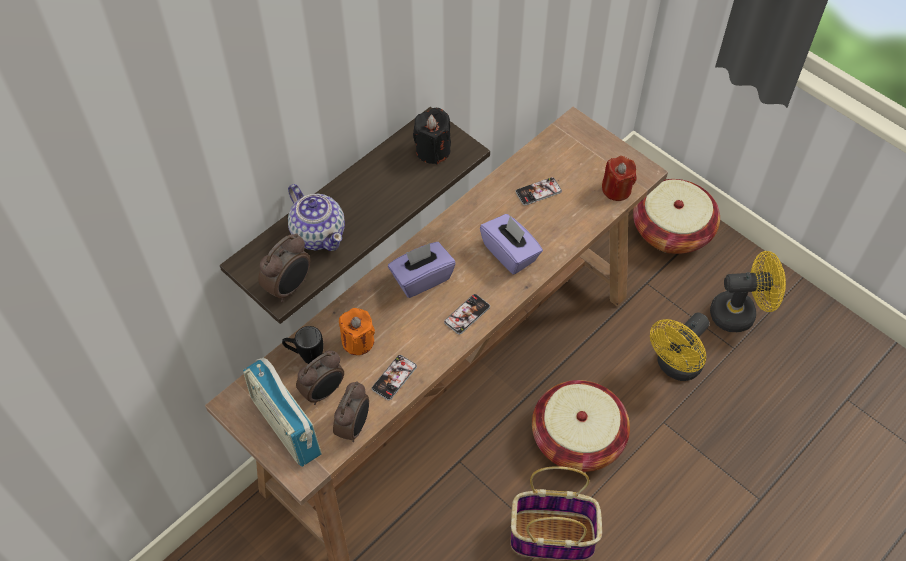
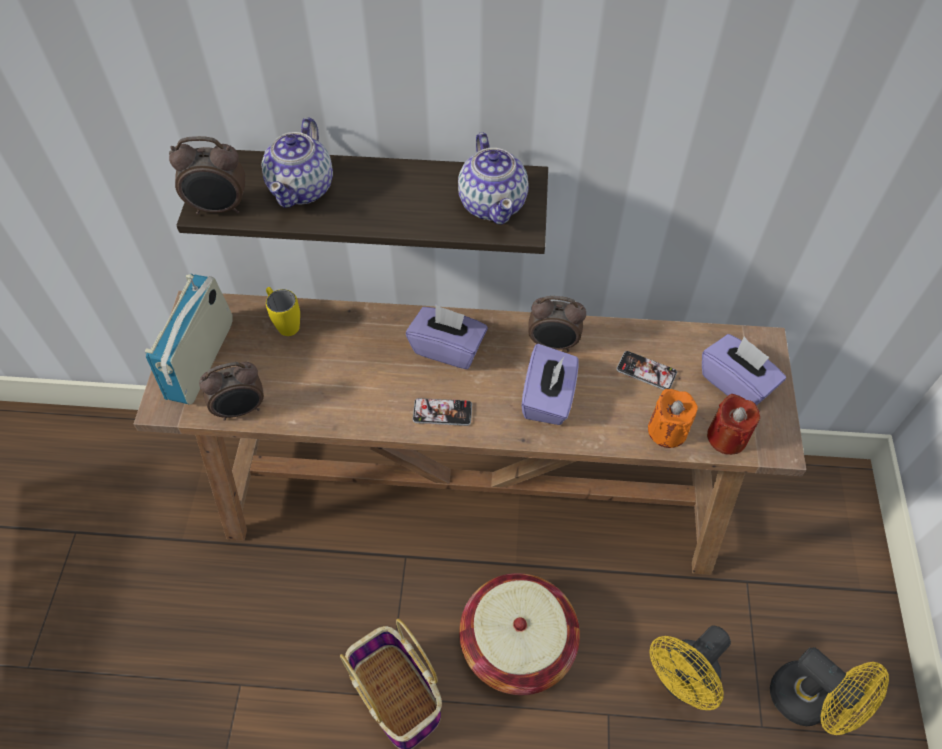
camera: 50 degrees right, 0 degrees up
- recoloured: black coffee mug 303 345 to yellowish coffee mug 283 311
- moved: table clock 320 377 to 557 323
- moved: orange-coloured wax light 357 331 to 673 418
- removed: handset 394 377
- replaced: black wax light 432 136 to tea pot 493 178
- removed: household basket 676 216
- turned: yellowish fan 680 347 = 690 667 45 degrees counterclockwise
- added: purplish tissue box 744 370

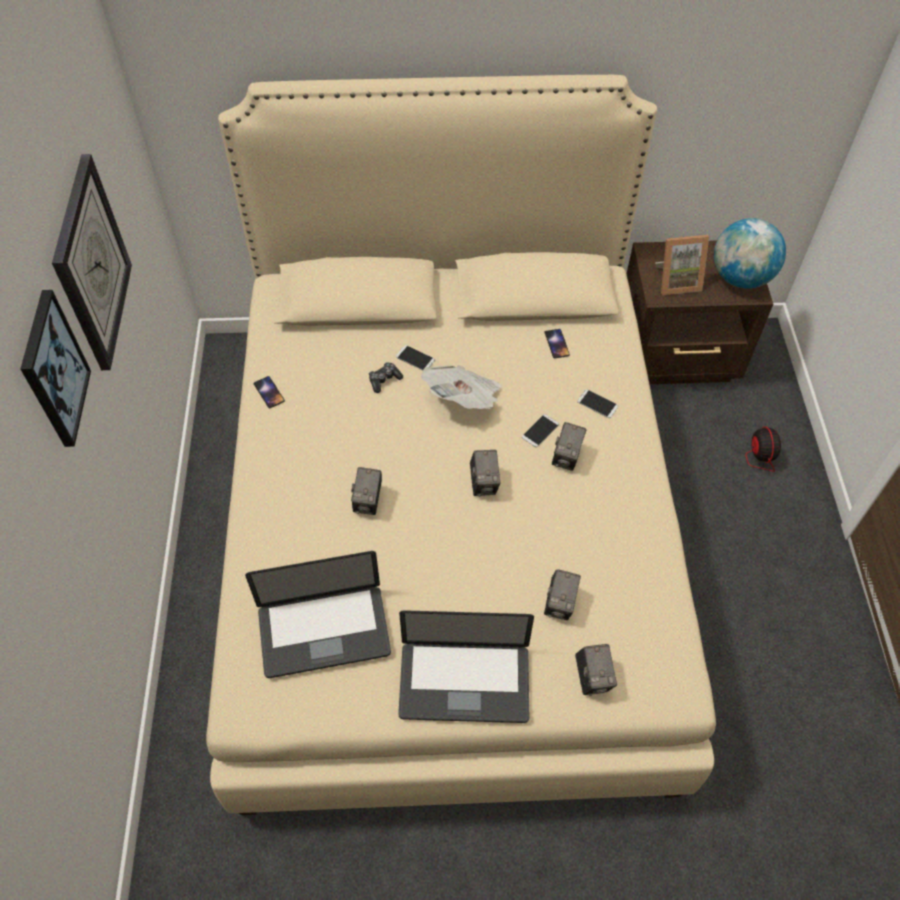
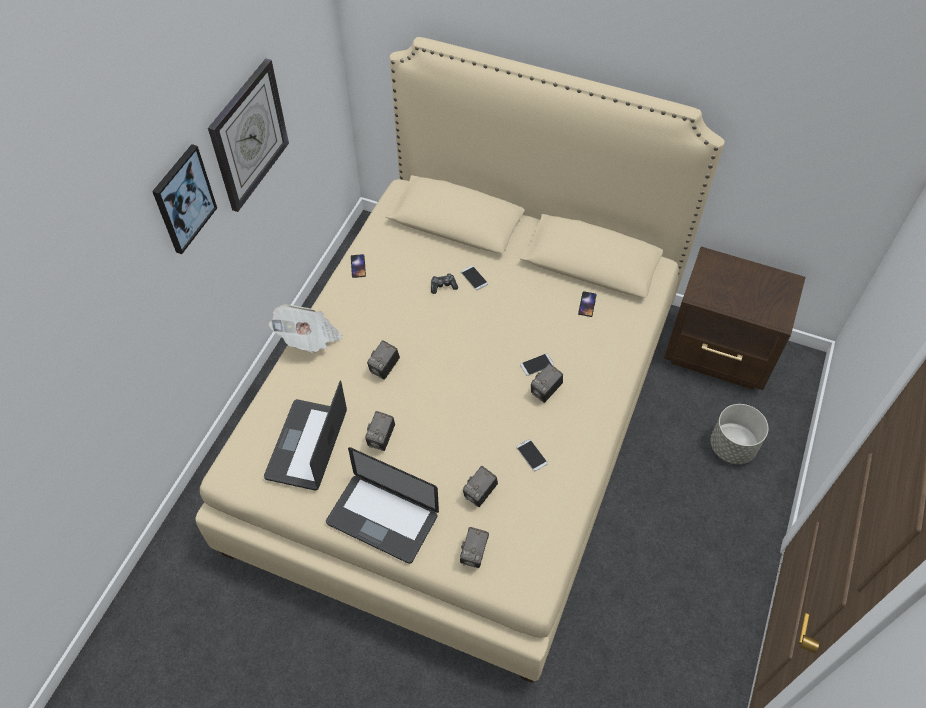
camera: 25 degrees right, 0 degrees up
- turned: laptop 318 614 = 305 435 90 degrees clockwise
- moved: printed paper 461 387 to 305 328
- moved: photo camera 485 473 to 380 431
- moved: handset 597 404 to 532 455
- removed: standing frame 682 265
- replaced: fan 727 446 to grey plant pot 739 434
- removed: world globe 750 253

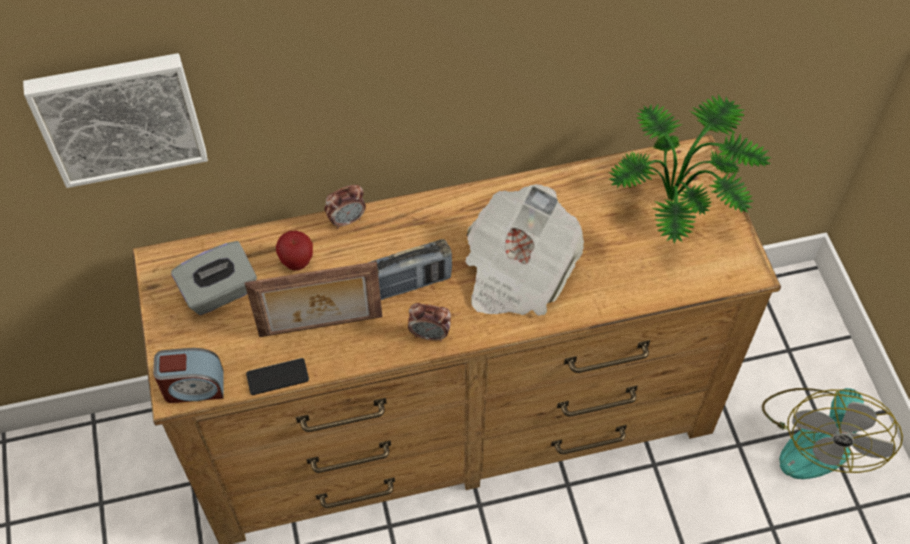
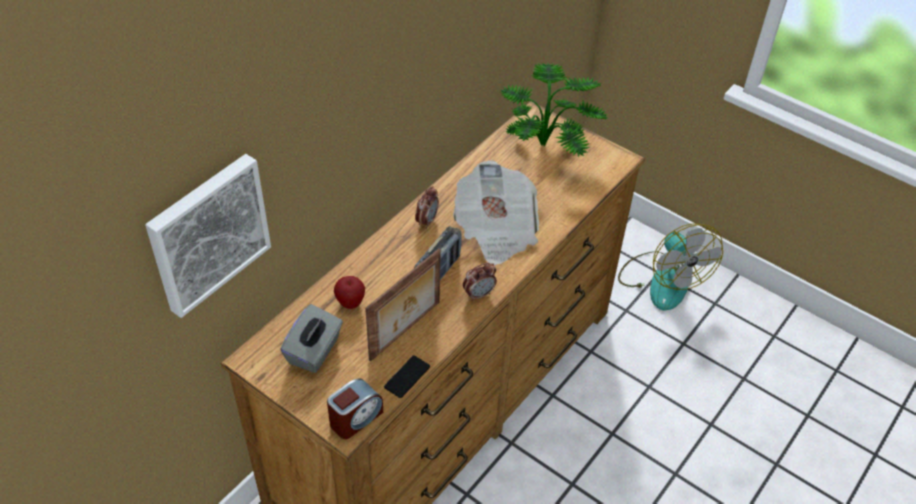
camera: 40 degrees left, 10 degrees down
- moved: table clock 345 207 to 427 207

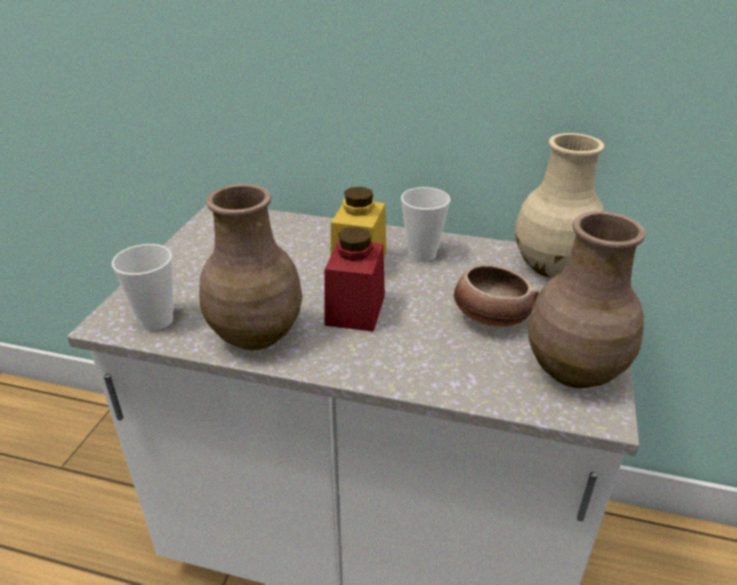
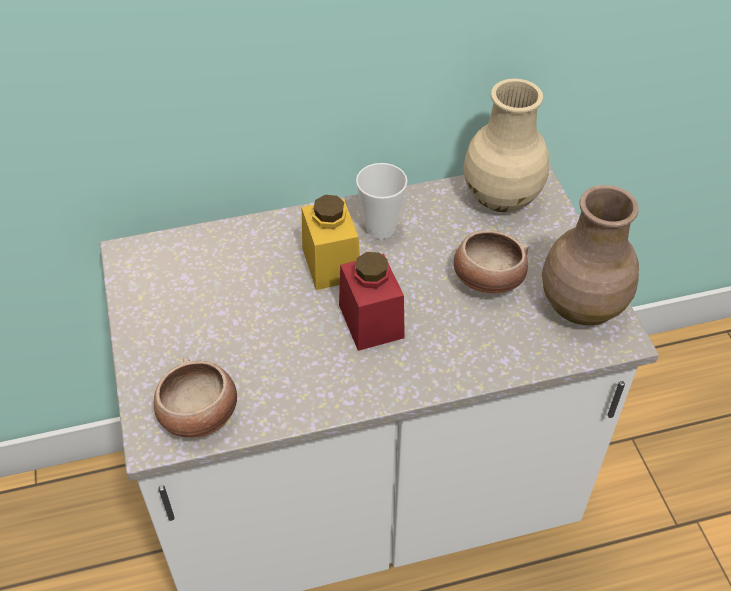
camera: 30 degrees left, 15 degrees up
- replaced: cup 143 287 to serving bowl 195 398
- removed: brown decorative vase 251 267

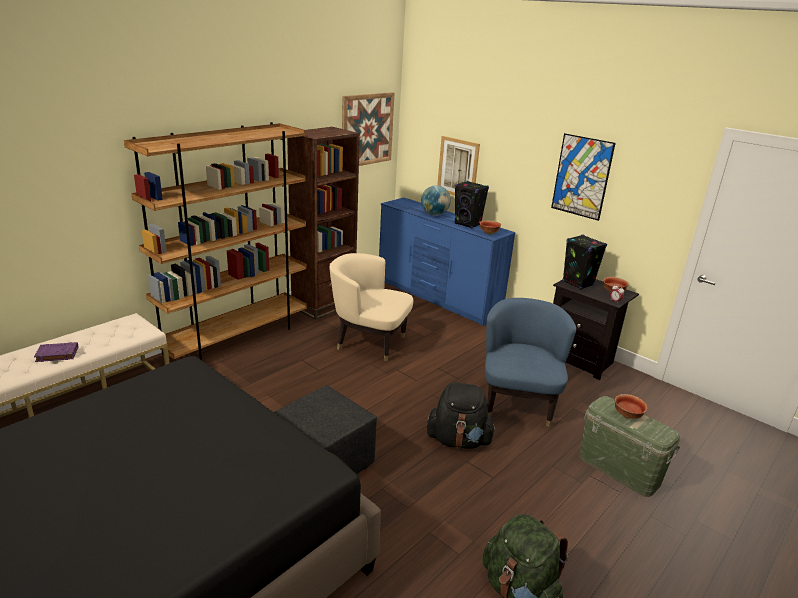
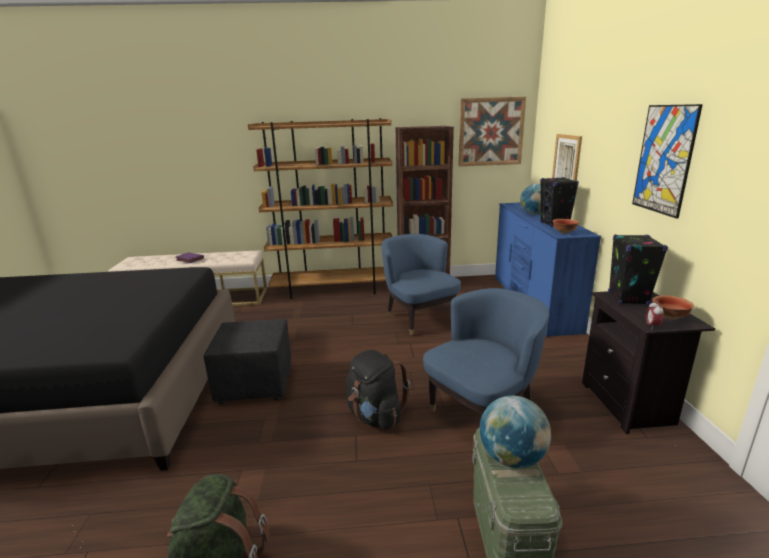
camera: 45 degrees right, 5 degrees down
- recoloured: beige-coloured easy chair 371 307 to bluish easy chair 421 284
- replaced: serving bowl 631 406 to world globe 515 432

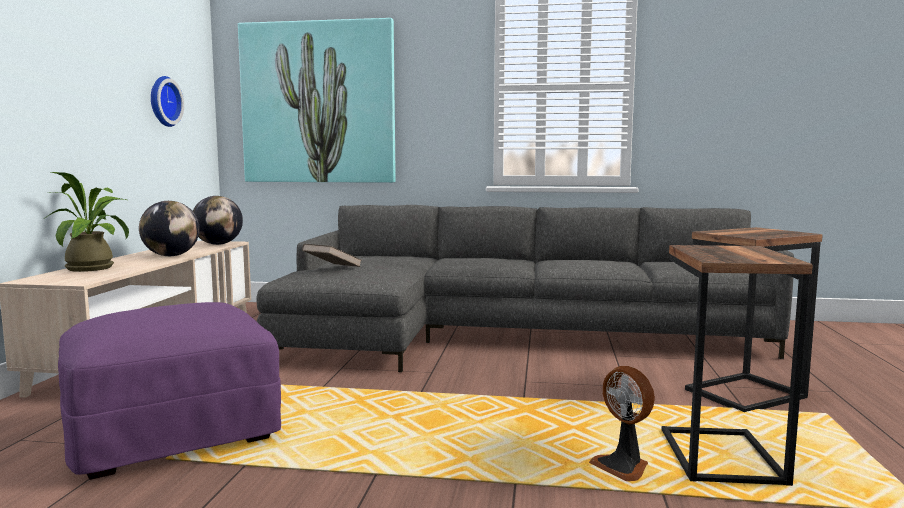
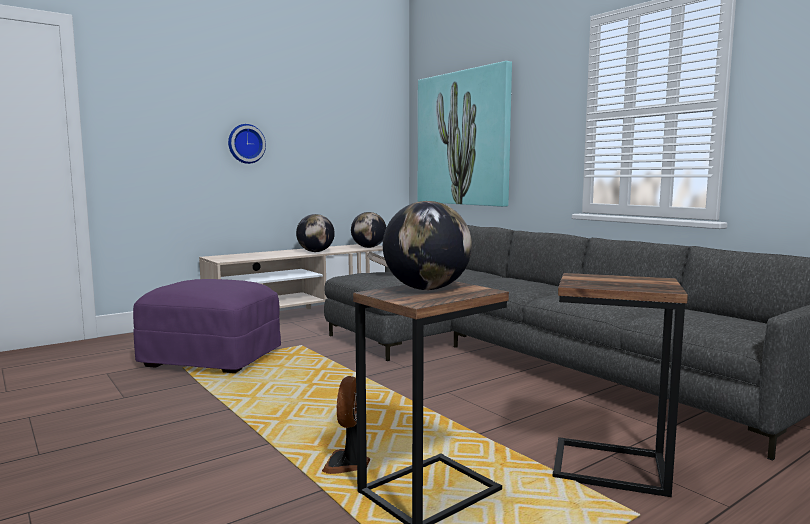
camera: 45 degrees right, 0 degrees up
- removed: plant in a pot 86 222
- moved: wall clock 167 101 to 247 144
- added: world globe 427 245

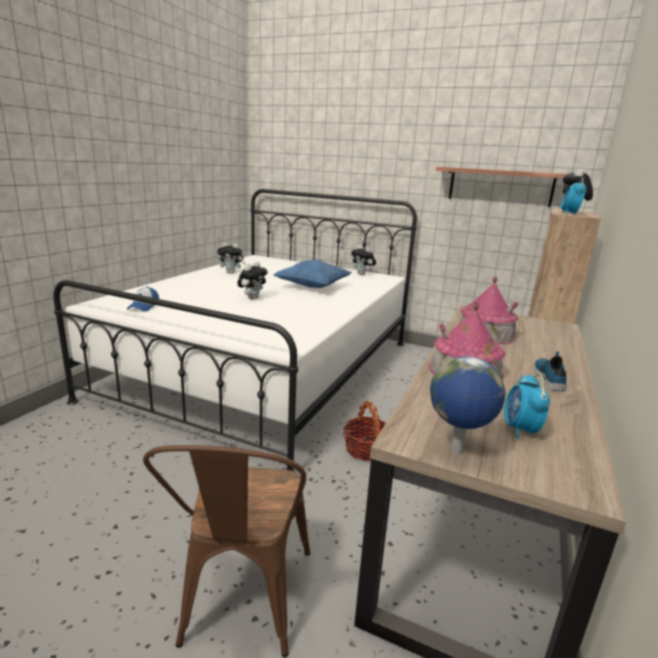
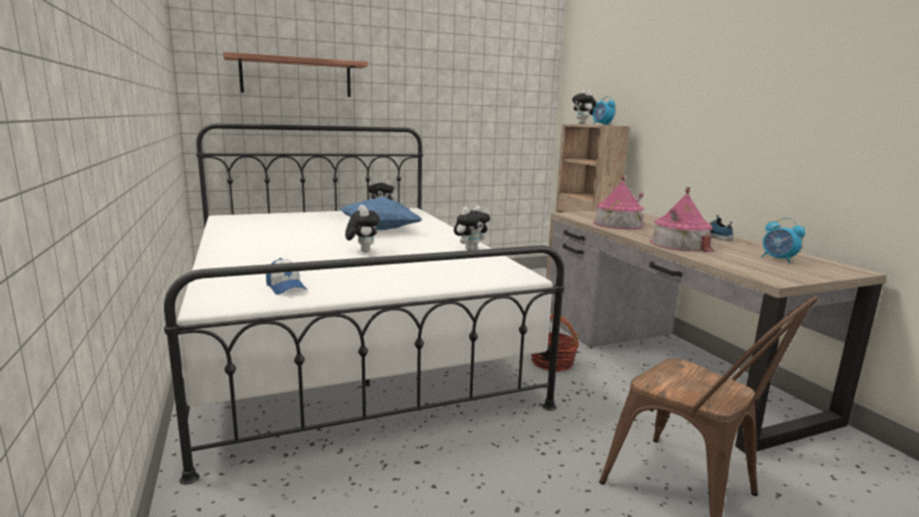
camera: 45 degrees left, 5 degrees down
- moved: soft toy 231 258 to 472 228
- removed: world globe 467 405
- moved: shelf 501 187 to 295 74

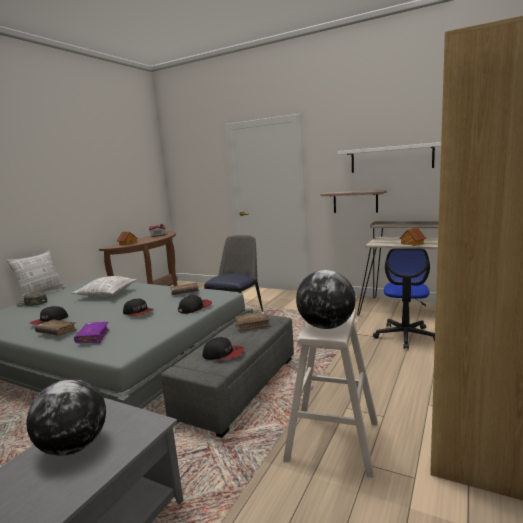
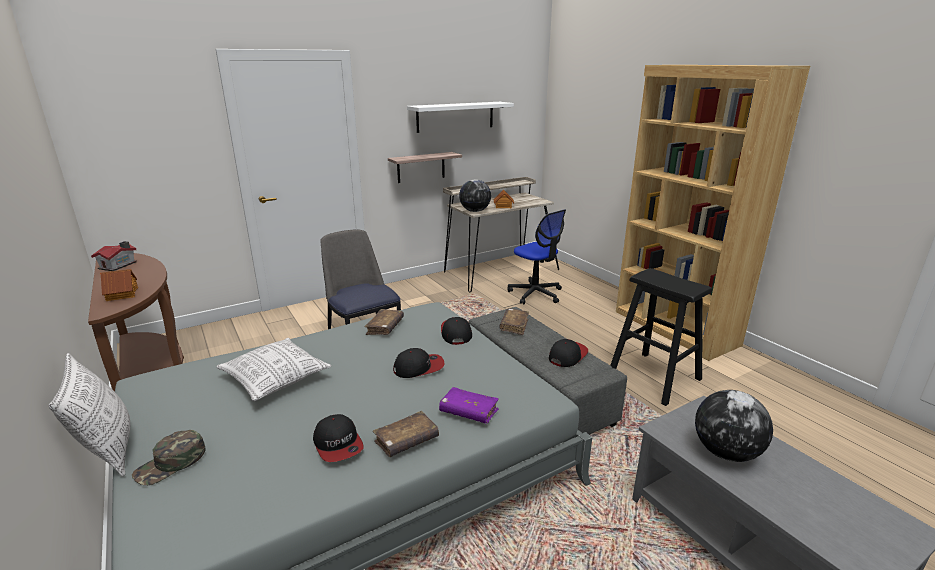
camera: 60 degrees left, 10 degrees up
- recoloured: beige-coloured sitting stool 330 393 to black sitting stool 661 337
- moved: world globe 326 299 to 475 195

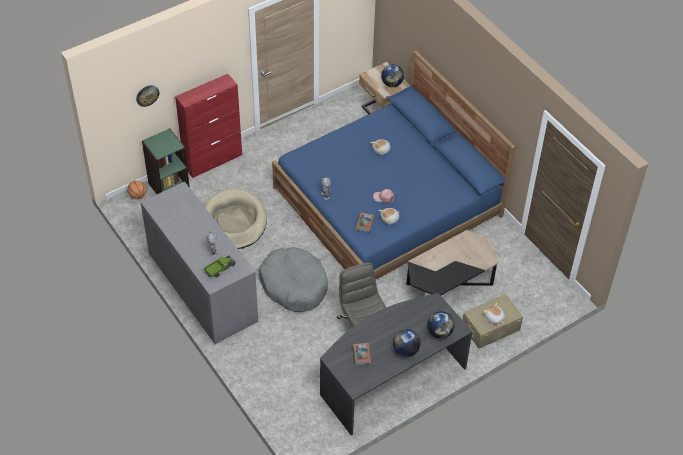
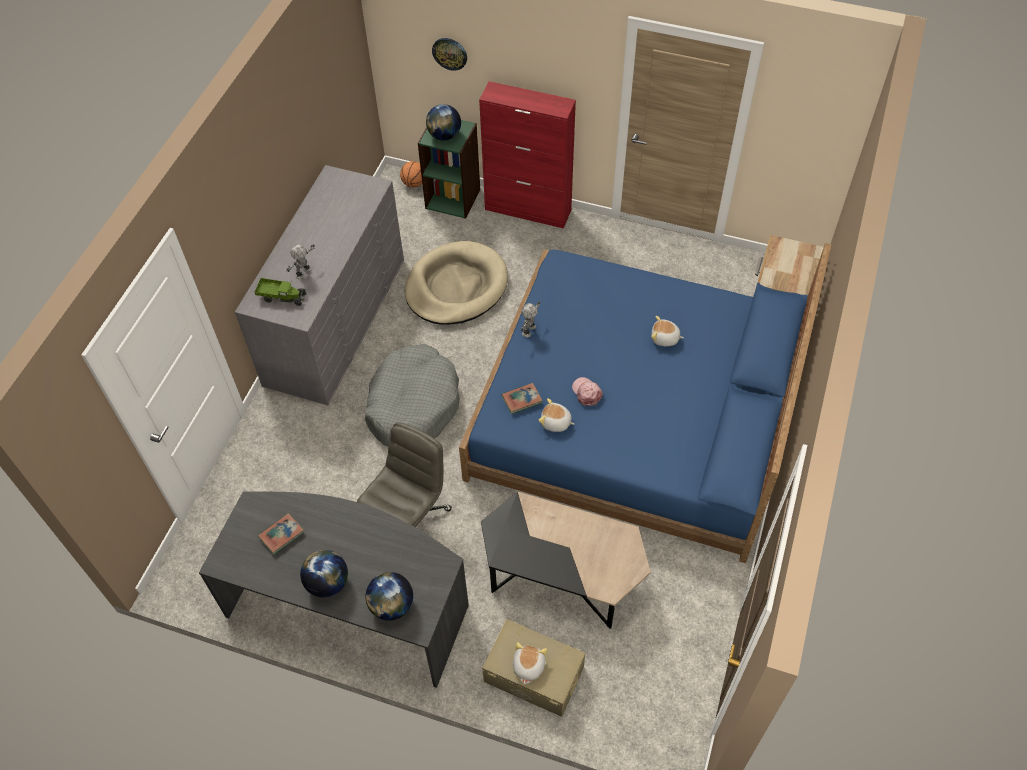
camera: 55 degrees right, 5 degrees up
- moved: world globe 392 75 to 443 122

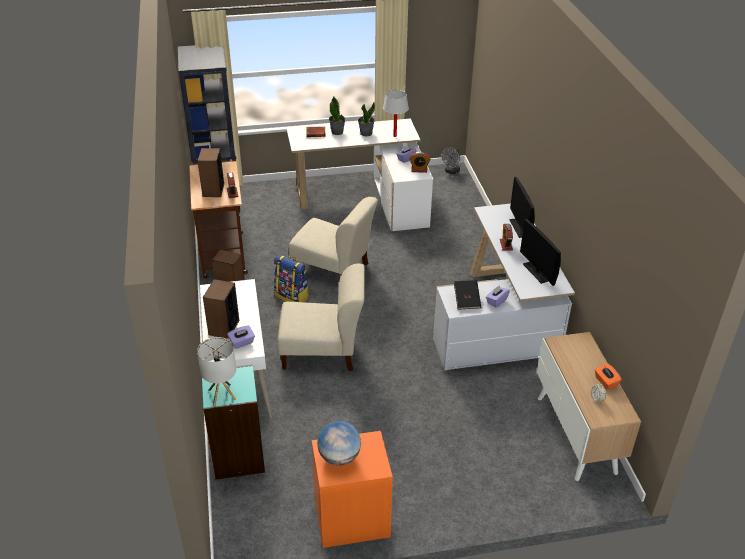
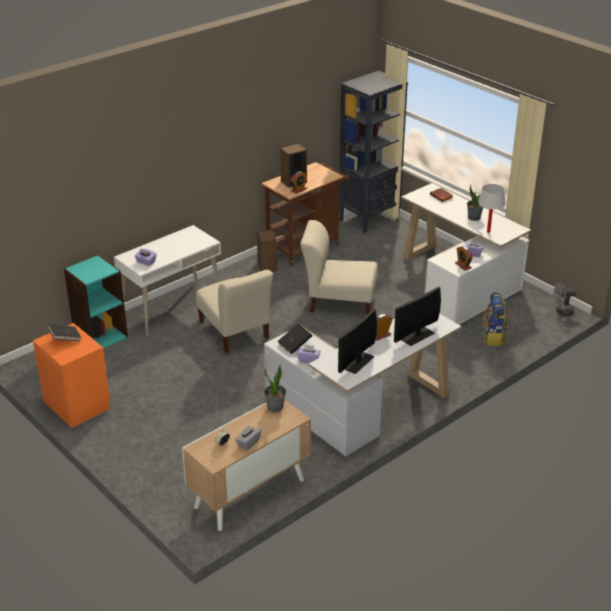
camera: 60 degrees right, 5 degrees down
- removed: table lamp 216 371
- removed: loudspeaker 221 309
- moved: knapsack 291 278 to 495 319
- turned: beige-coloured plain chair 333 236 = 339 267 105 degrees clockwise
- replaced: world globe 339 443 to black volume 64 332
- moved: plant in a pot 337 116 to 275 388
- recoloured: orange-coloured tissue box 608 376 to grey tissue box 248 437

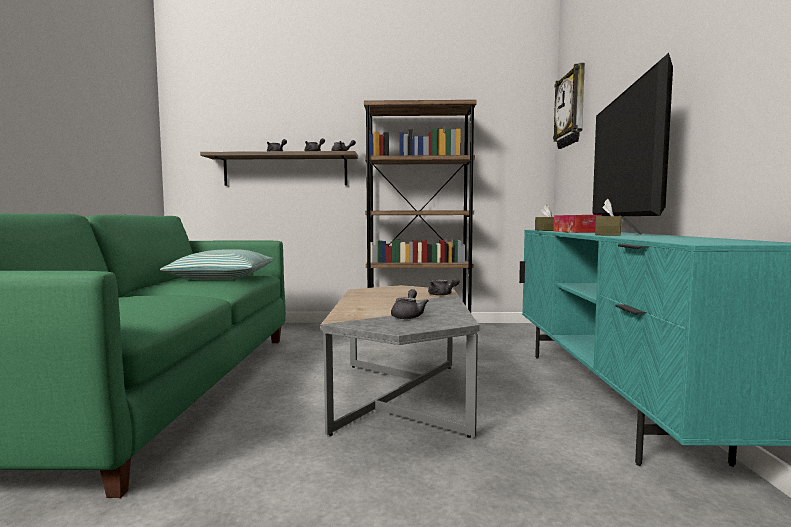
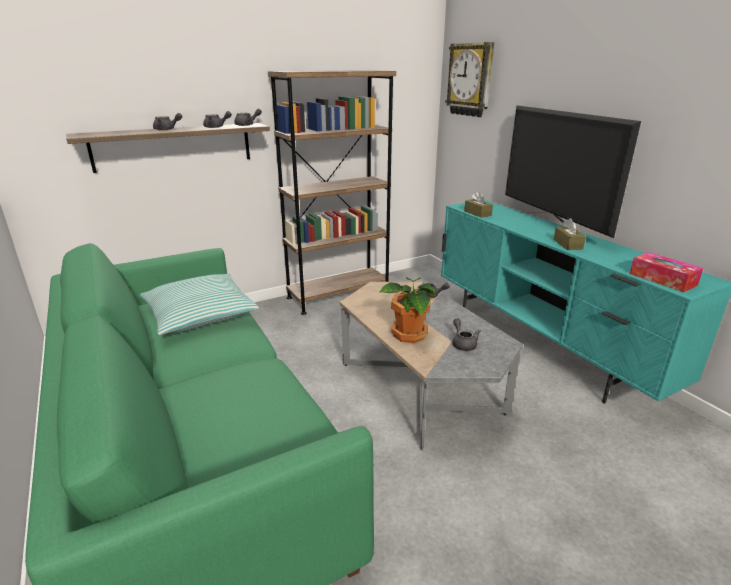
camera: 30 degrees left, 20 degrees up
- moved: tissue box 578 224 to 666 272
- added: plant in a pot 407 310

